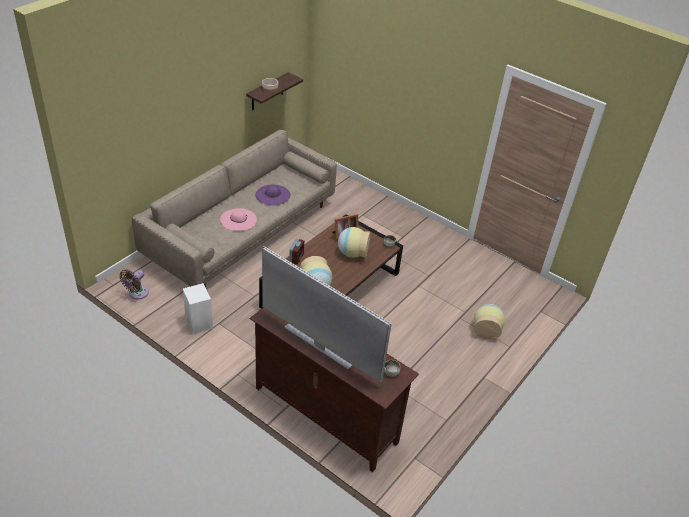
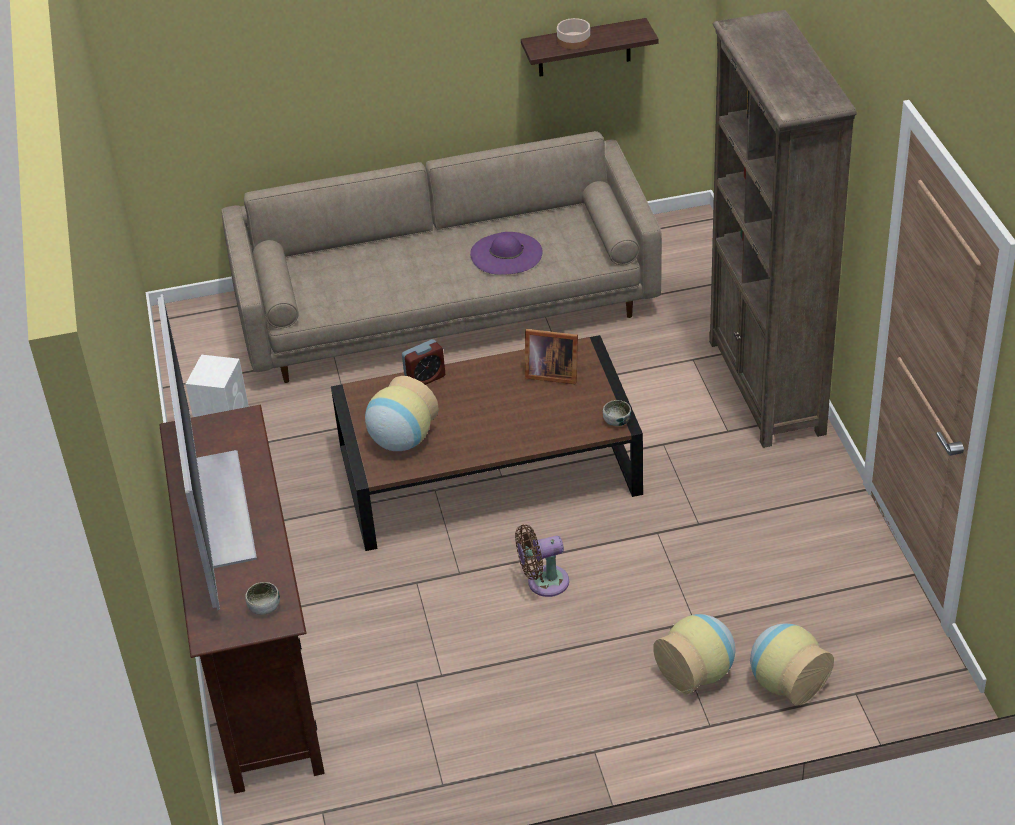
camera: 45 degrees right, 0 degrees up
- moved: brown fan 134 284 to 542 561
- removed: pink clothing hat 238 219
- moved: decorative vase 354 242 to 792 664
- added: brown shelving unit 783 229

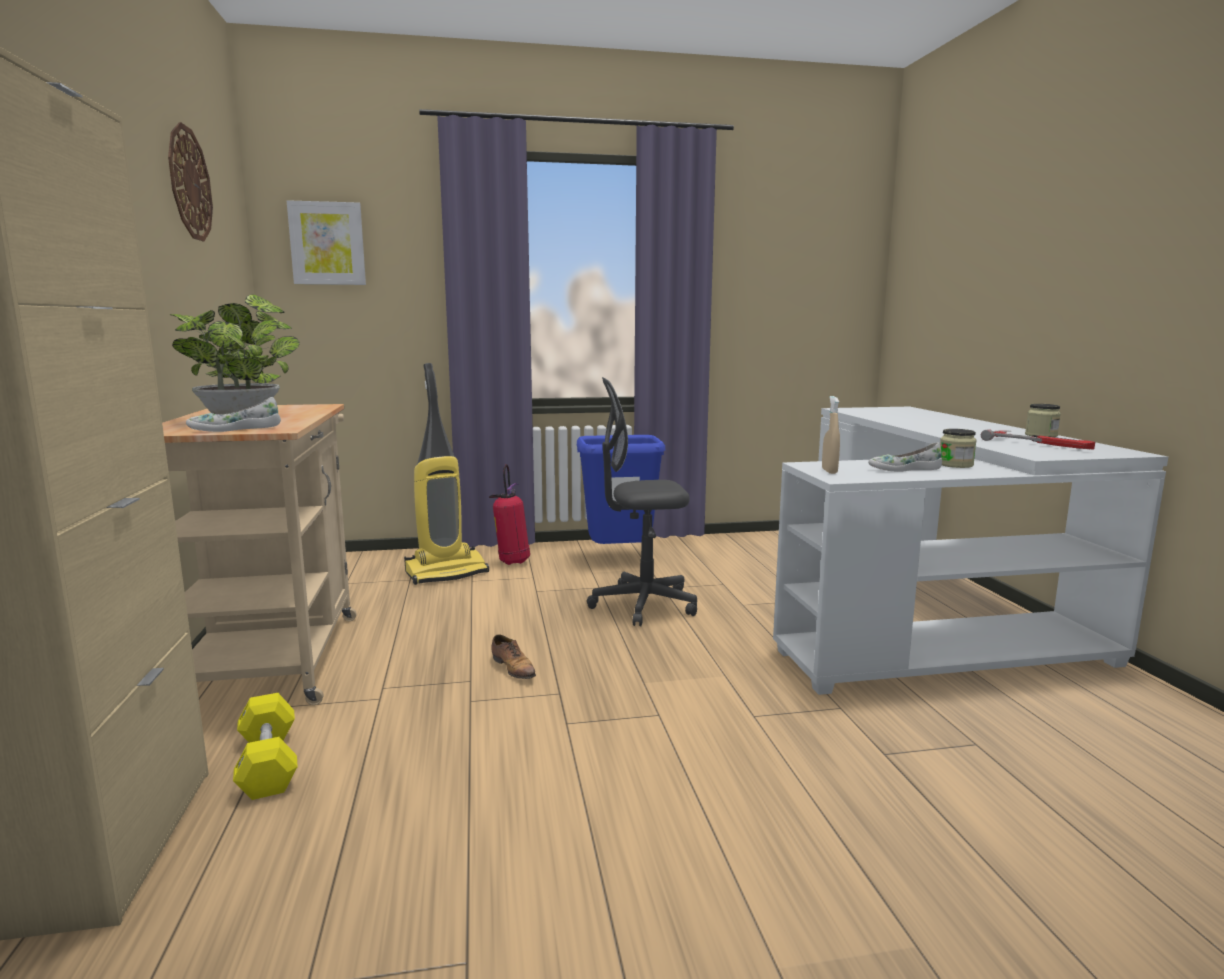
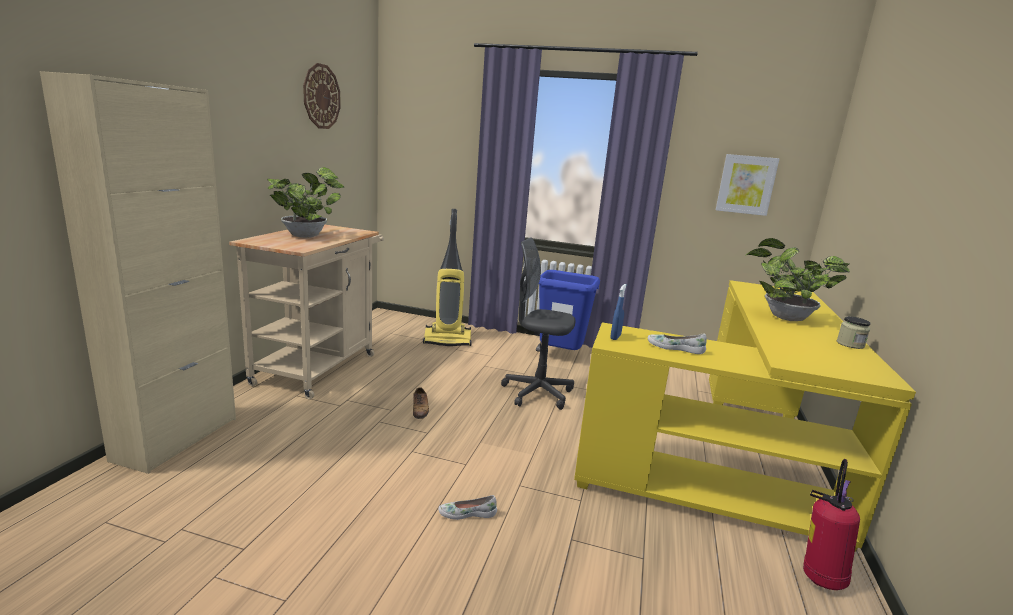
camera: 25 degrees right, 5 degrees up
- moved: white shoe 233 414 to 467 507
- removed: yellowish hand weight 265 746
- moved: picture 326 242 to 748 185
- moved: fire extinguisher 509 514 to 831 524
- recoloured: white desk 970 551 to yellowish desk 745 415
- recoloured: beige-coloured sprayer 831 435 to bluish sprayer 618 312
- removed: jar 958 448
- removed: hammer 1038 439
- added: plant in a pot 797 279

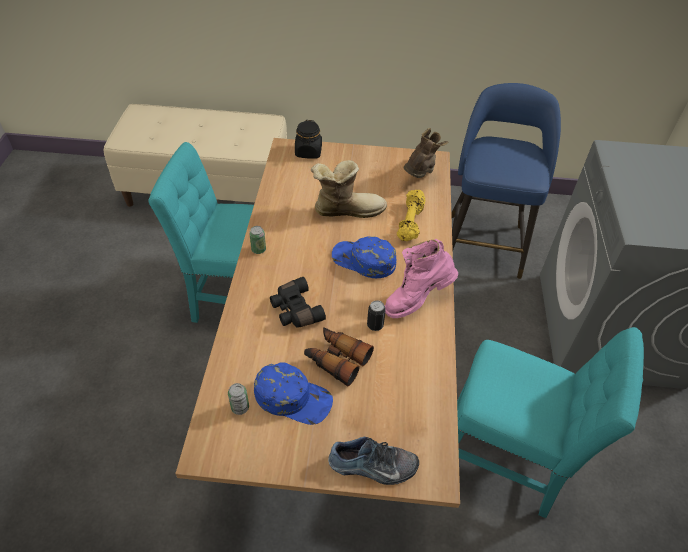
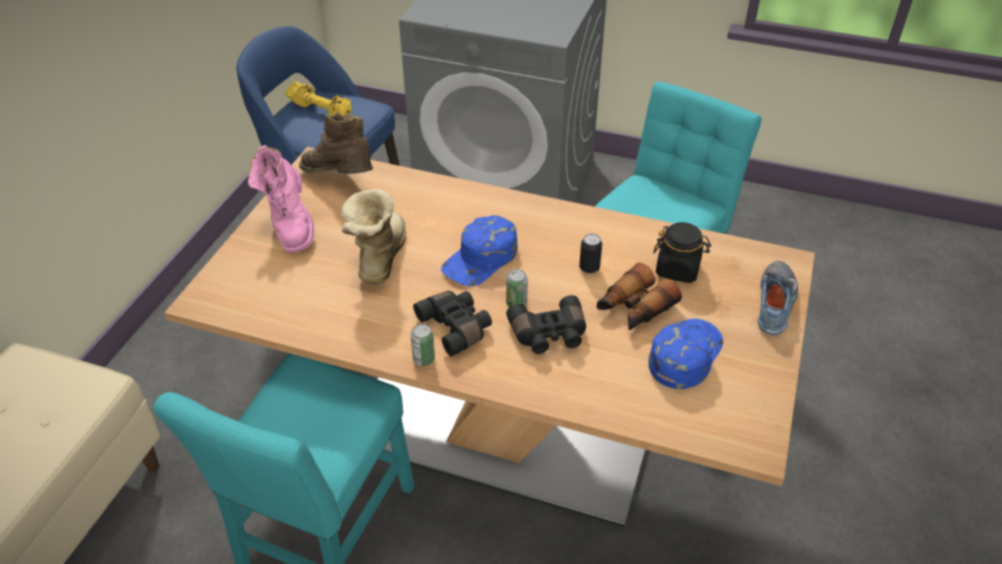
camera: 75 degrees left, 5 degrees down
- moved: sealed can 238 399 to 517 288
- moved: black jar 308 139 to 682 252
- moved: pink high-top boot 421 278 to 281 199
- moved: yellowish hand weight 411 215 to 318 100
- added: black field glasses 452 323

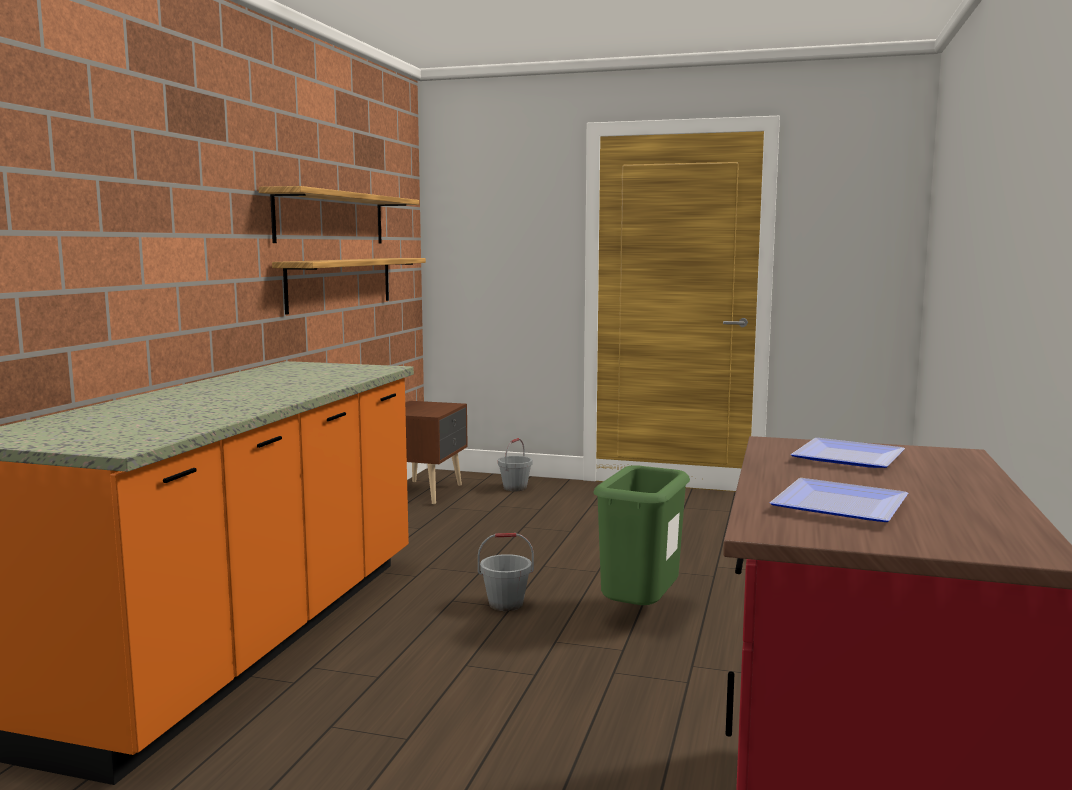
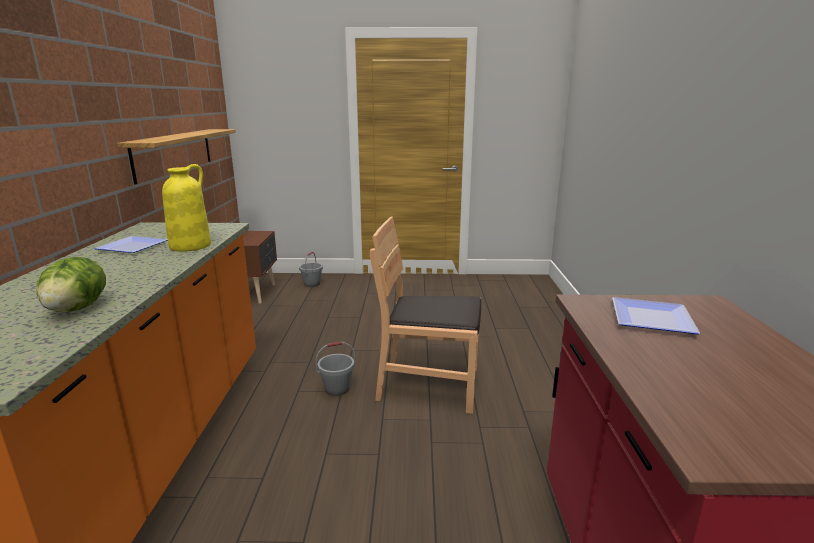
camera: 15 degrees left, 10 degrees up
- removed: shelf 339 215
- replaced: greenish trash can 641 535 to brown plain chair 425 315
- moved: plate 839 500 to 131 244
- added: lettuce 71 284
- added: yellowish decorative vase 186 208

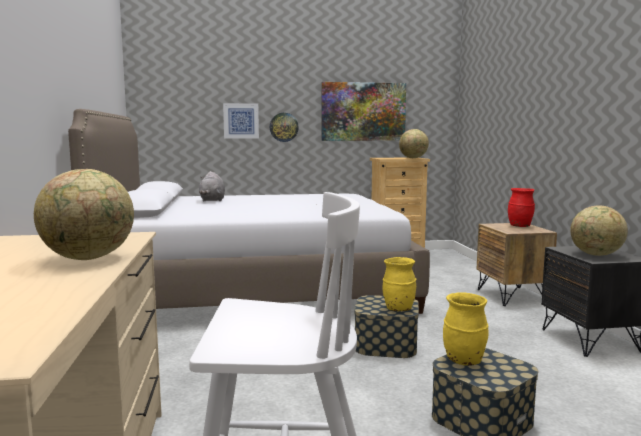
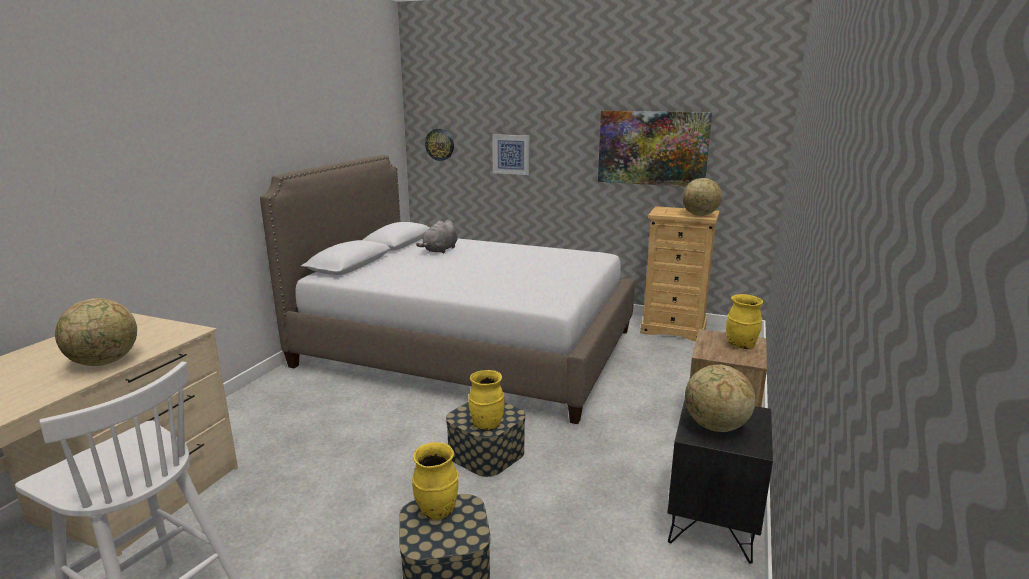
camera: 30 degrees right, 10 degrees up
- moved: wall clock 284 127 to 439 145
- recoloured: red decorative vase 521 207 to yellowish decorative vase 744 321

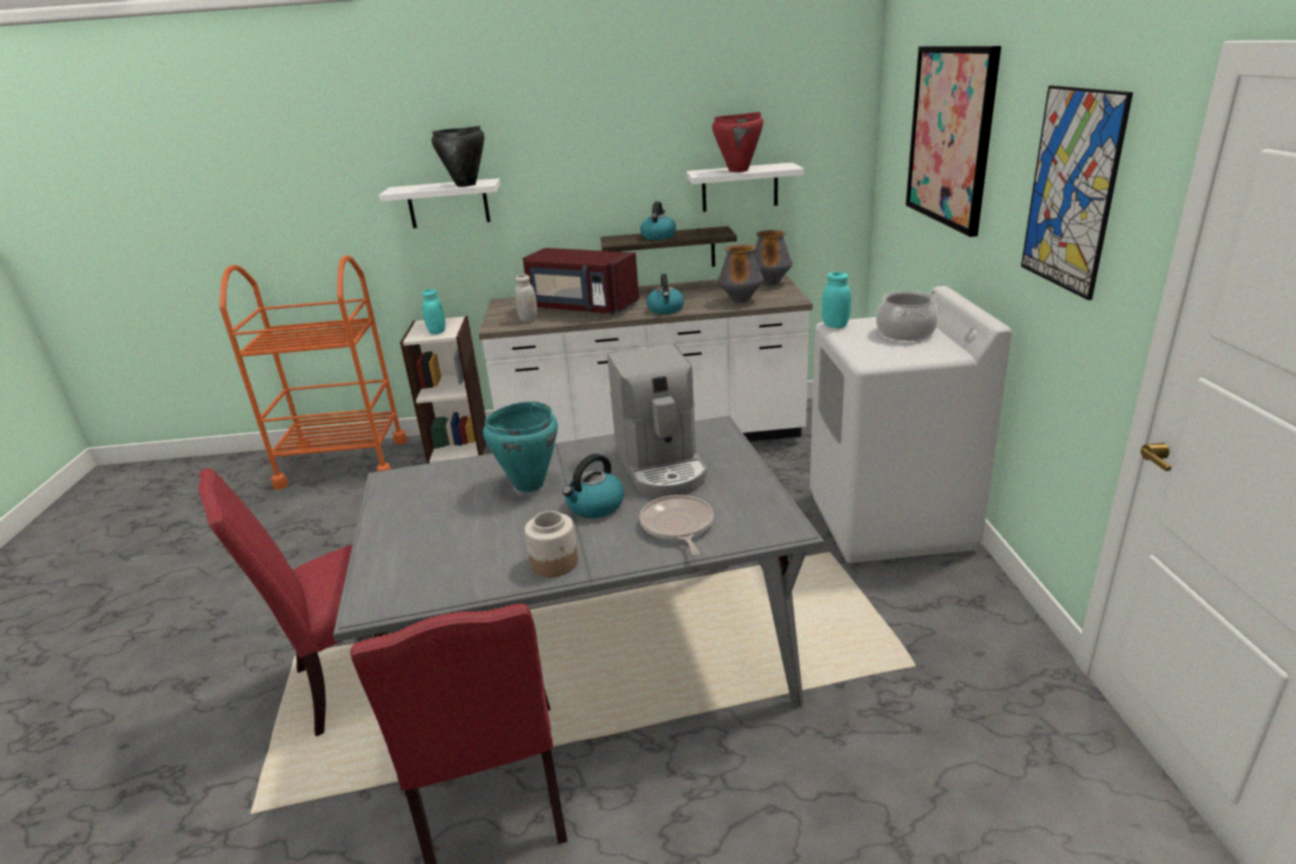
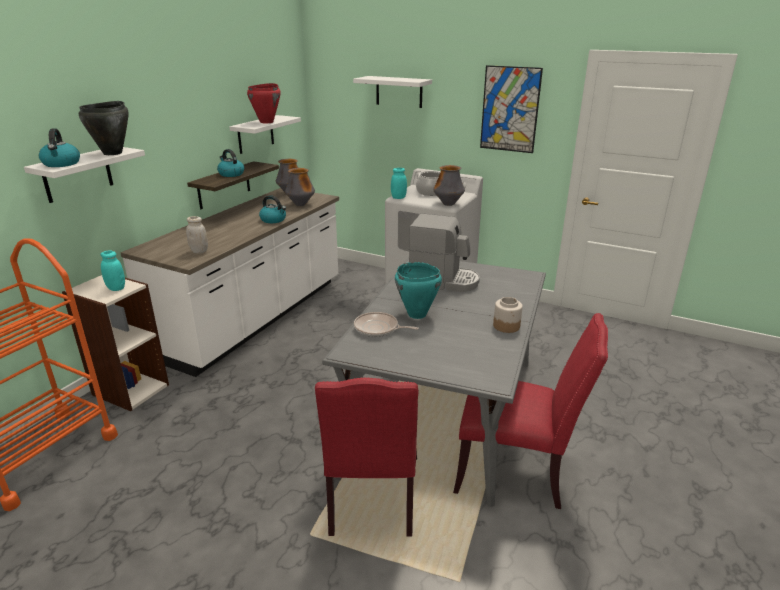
camera: 60 degrees left, 0 degrees up
- removed: red microwave 581 281
- moved: water kettle 593 486 to 59 147
- moved: frying pan 676 525 to 386 324
- replaced: picture 953 141 to white shelf 392 92
- added: decorative vase 449 185

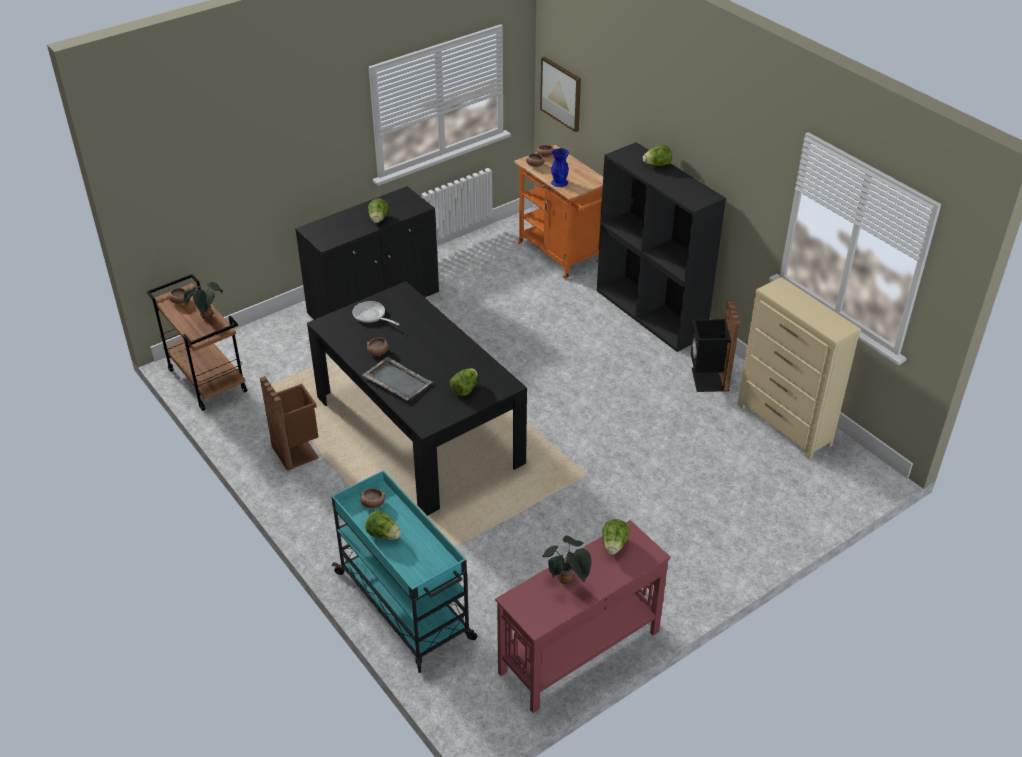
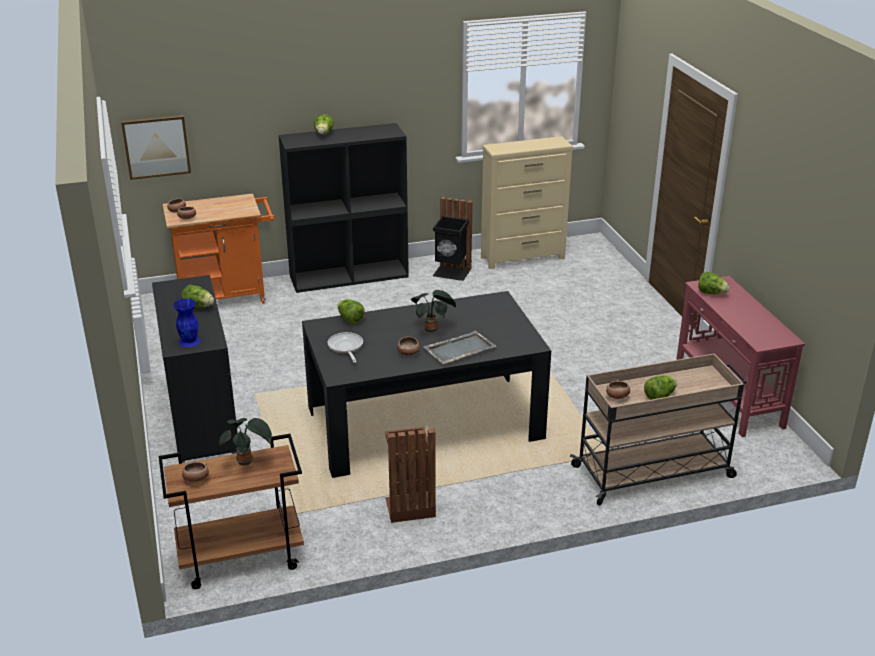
camera: 70 degrees left, 10 degrees down
- recoloured: turquoise-coloured wheeled cart 404 571 to beige-coloured wheeled cart 658 429
- turned: frying pan 375 313 = 345 347 105 degrees clockwise
- moved: lettuce 464 382 to 351 311
- moved: plant in a pot 567 560 to 433 311
- moved: bluish decorative vase 560 167 to 187 323

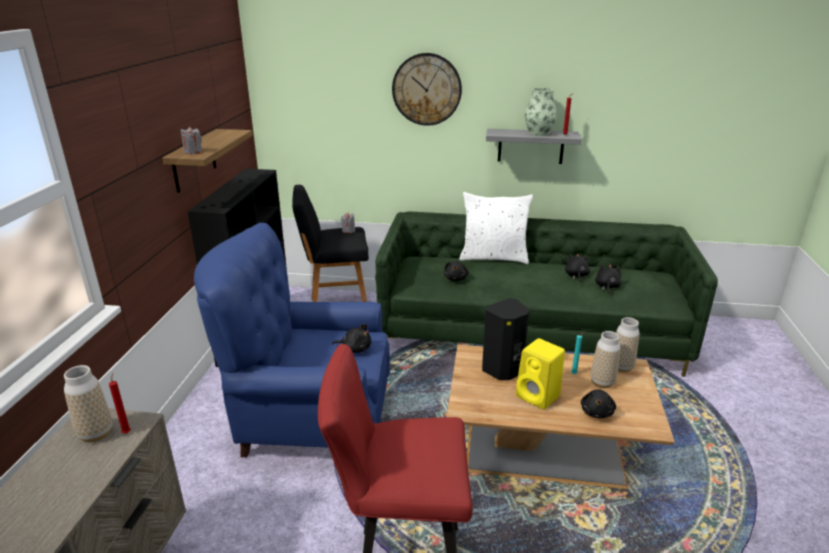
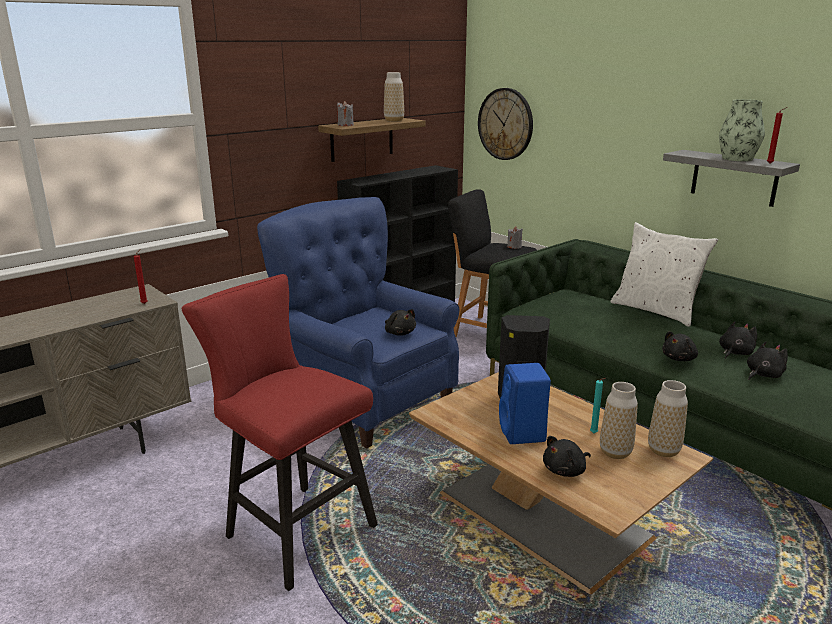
camera: 40 degrees right, 5 degrees down
- moved: decorative vase 88 403 to 394 97
- moved: wall clock 427 89 to 505 124
- moved: black soft toy 456 271 to 680 346
- recoloured: yellowish loudspeaker 540 374 to bluish loudspeaker 525 403

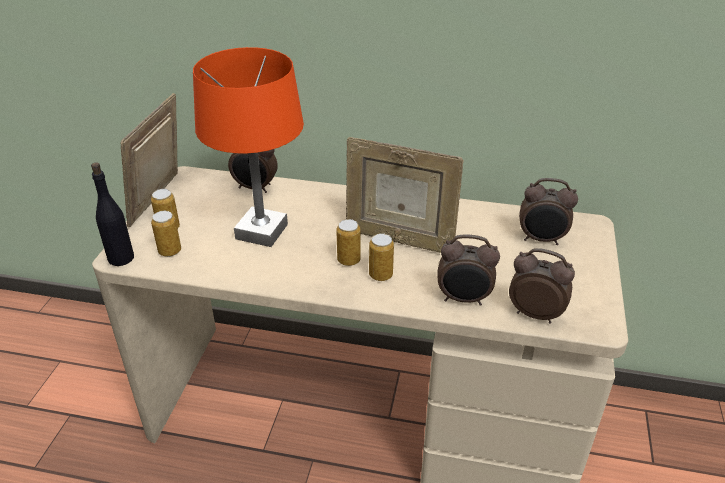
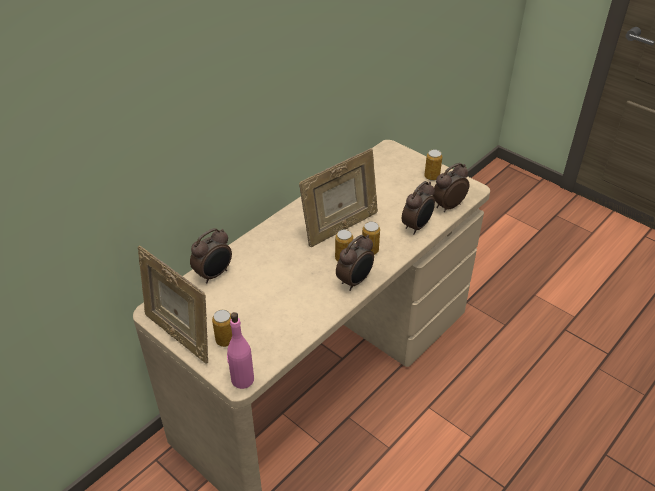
camera: 60 degrees left, 5 degrees up
- recoloured: black drink bottle 112 214 to pink drink bottle 240 350
- moved: sealed can 166 234 to 433 165
- removed: orange-coloured table lamp 248 147
- moved: table clock 548 211 to 355 263

